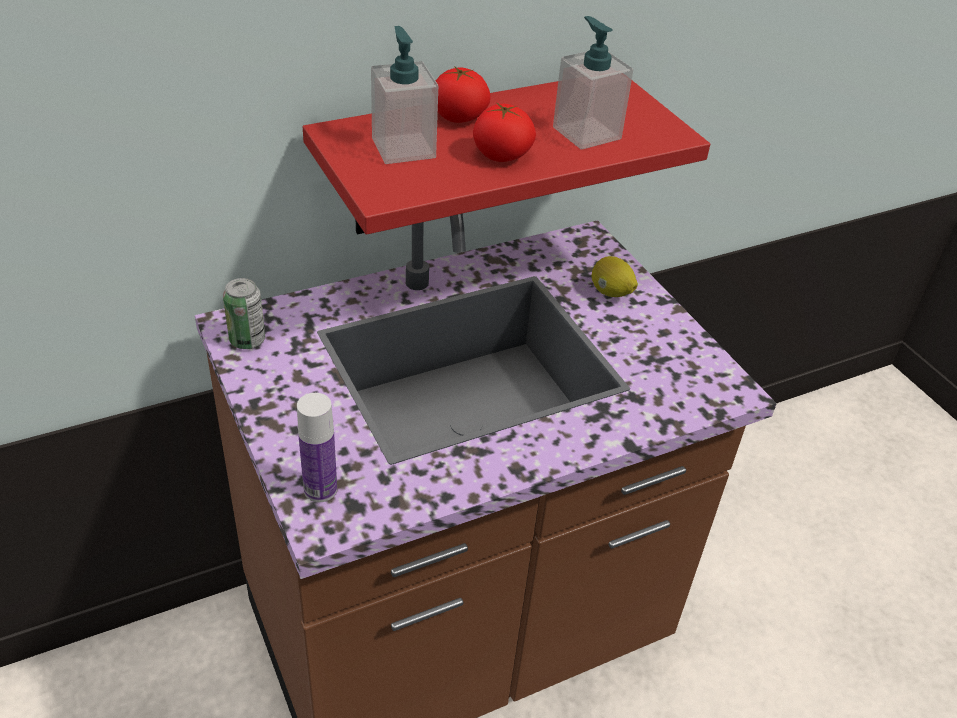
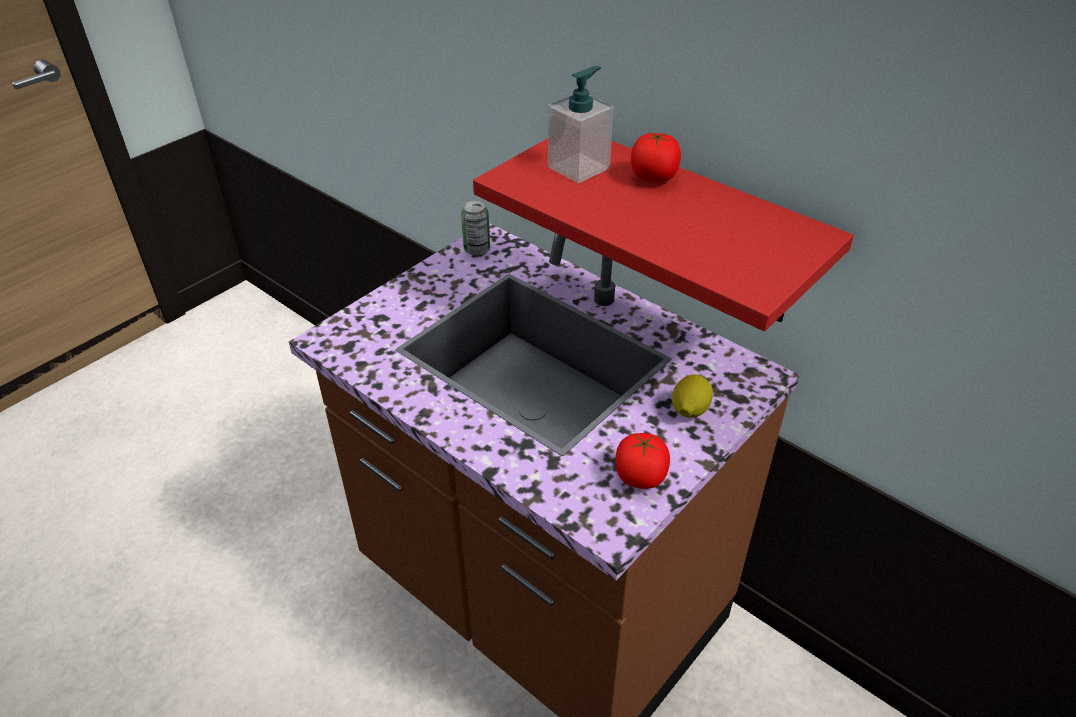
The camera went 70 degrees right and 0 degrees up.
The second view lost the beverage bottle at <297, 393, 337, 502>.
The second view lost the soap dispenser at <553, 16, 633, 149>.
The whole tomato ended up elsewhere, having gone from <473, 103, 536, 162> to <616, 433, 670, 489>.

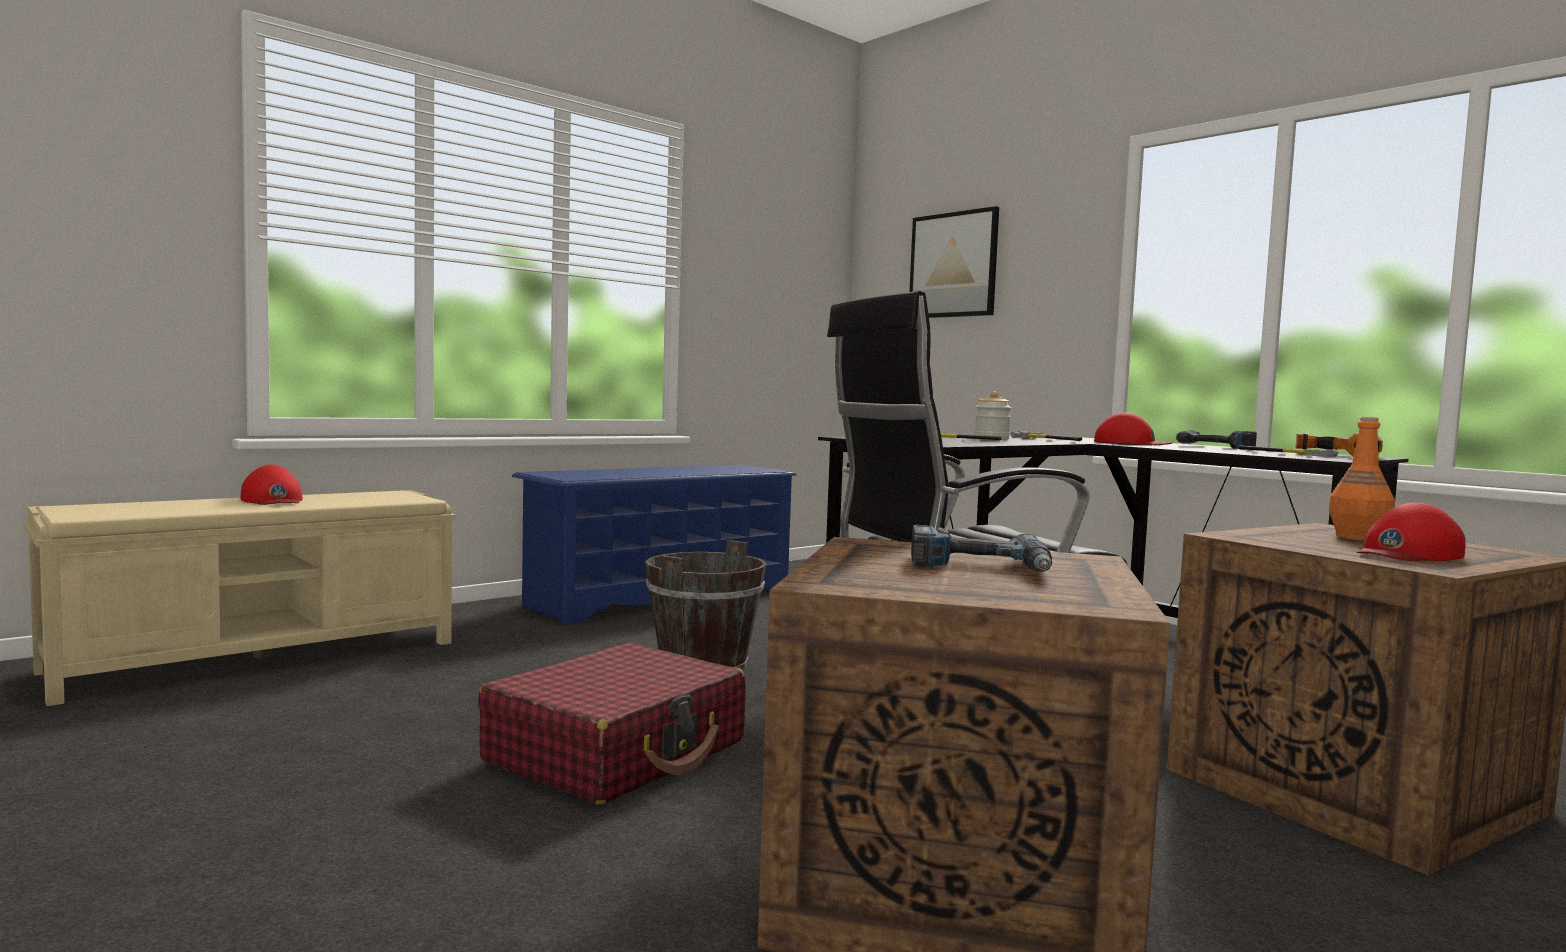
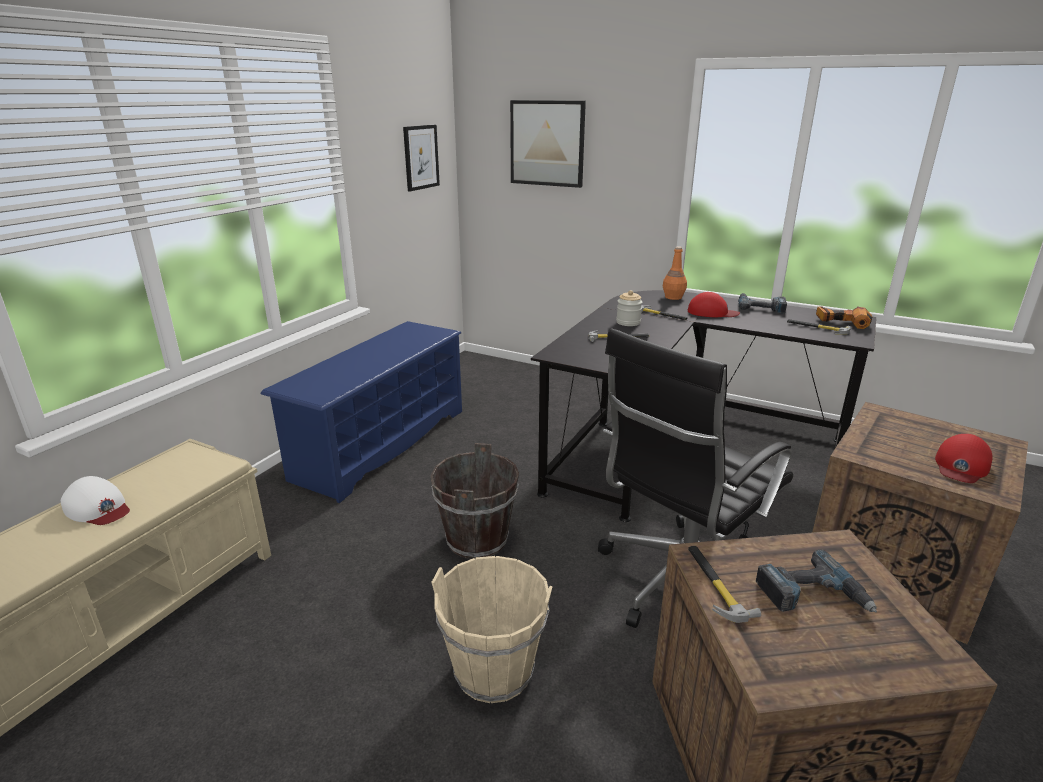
The camera went 20 degrees left and 20 degrees up.
The second view gained the wall picture at <403, 125, 440, 191>.
The second view gained the hand hammer at <688, 546, 761, 623>.
The orange beverage bottle ended up elsewhere, having gone from <1329, 417, 1395, 541> to <663, 246, 687, 300>.
Where the red travel case stood at <478, 643, 746, 805>, the beige-coloured pail came to stand at <431, 556, 553, 703>.
What was the red cap at <240, 465, 303, 505> turned into the whitish cap at <61, 476, 130, 525>.

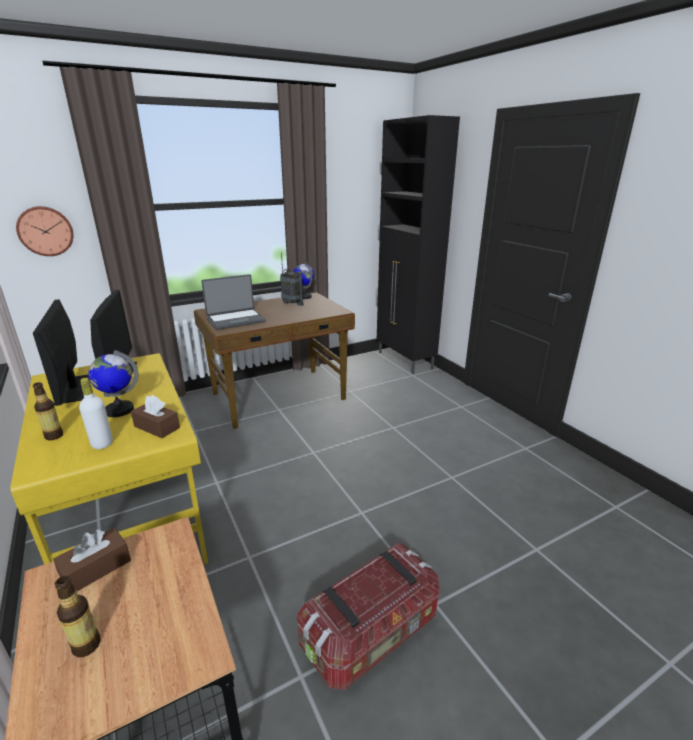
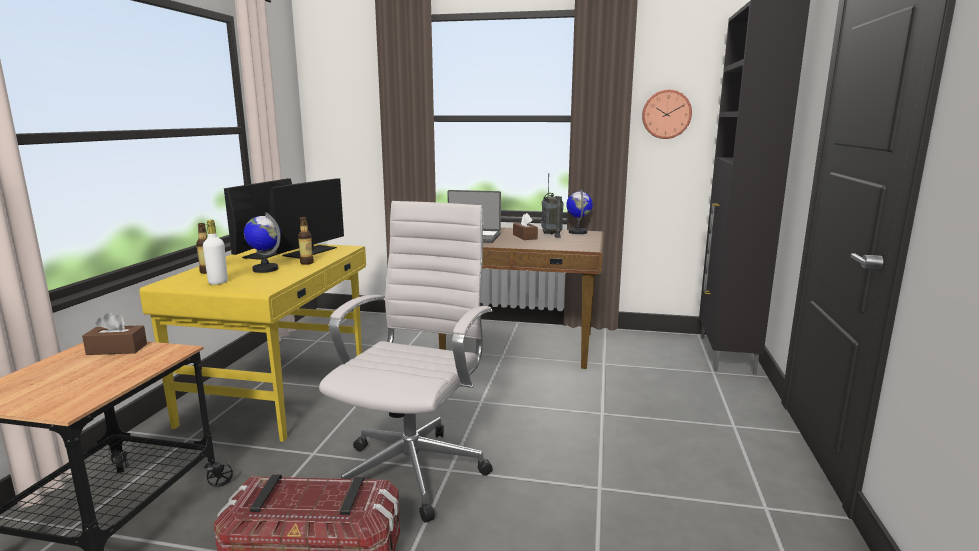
The camera went 40 degrees right and 10 degrees down.
The second view gained the whitish computer chair at <319, 201, 493, 523>.
The wall clock ended up elsewhere, having gone from <16, 206, 74, 256> to <642, 90, 692, 139>.
The beverage bottle ended up elsewhere, having gone from <55, 576, 101, 657> to <298, 217, 314, 265>.
The brown tissue holder ended up elsewhere, having gone from <131, 395, 180, 438> to <513, 213, 538, 240>.

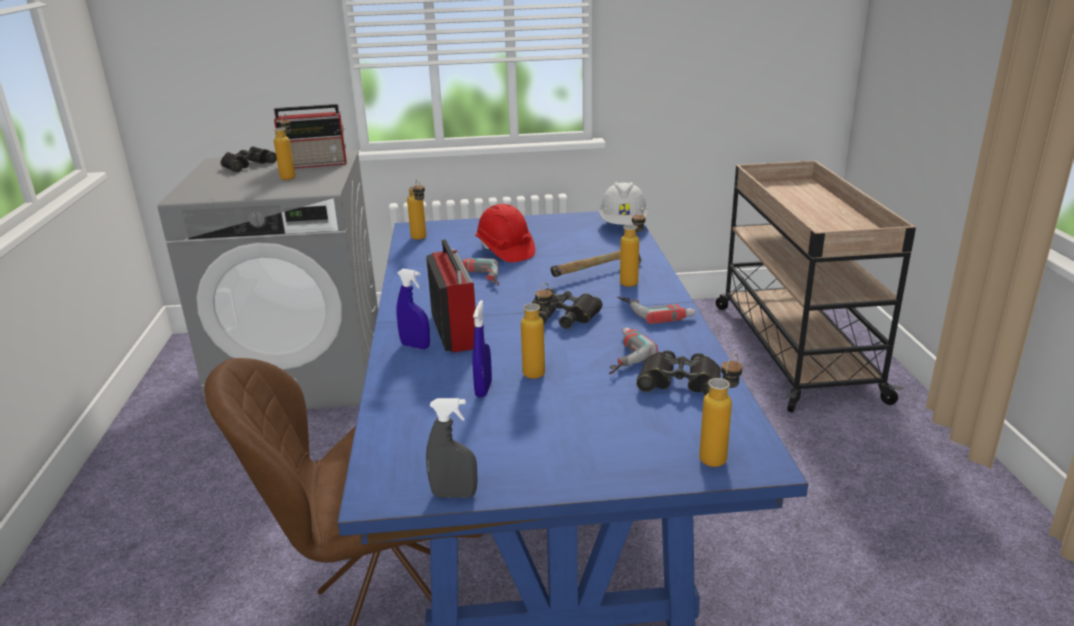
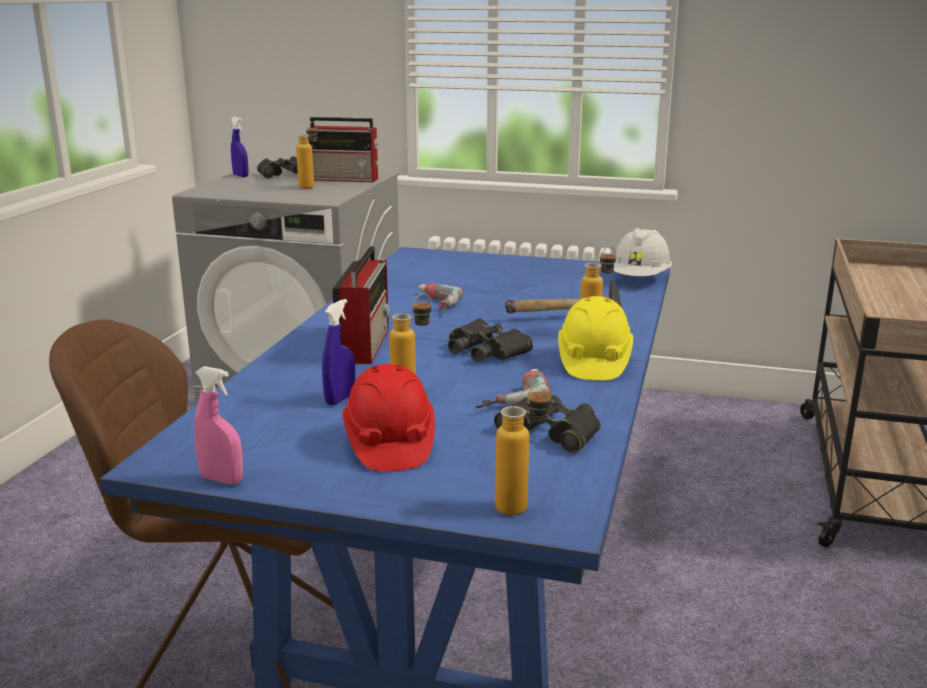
The camera went 20 degrees right and 5 degrees down.
The second view lost the beverage bottle at <407, 180, 426, 240>.
The blue-coloured sprayer ended up elsewhere, having gone from <396, 269, 430, 349> to <231, 117, 249, 177>.
The red hard hat ended up elsewhere, having gone from <475, 204, 535, 262> to <343, 364, 435, 471>.
Where the electric drill stood at <617, 296, 696, 324>, the yellow-coloured hard hat came to stand at <558, 296, 633, 380>.
What was the gray sprayer at <426, 398, 478, 498> turned into the pink-coloured sprayer at <194, 366, 243, 484>.

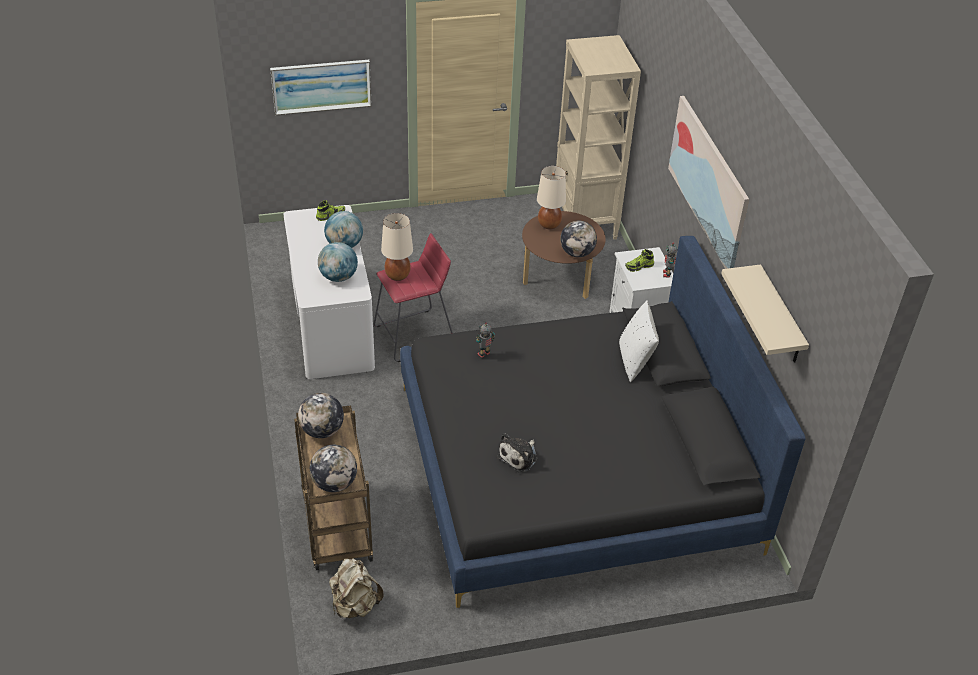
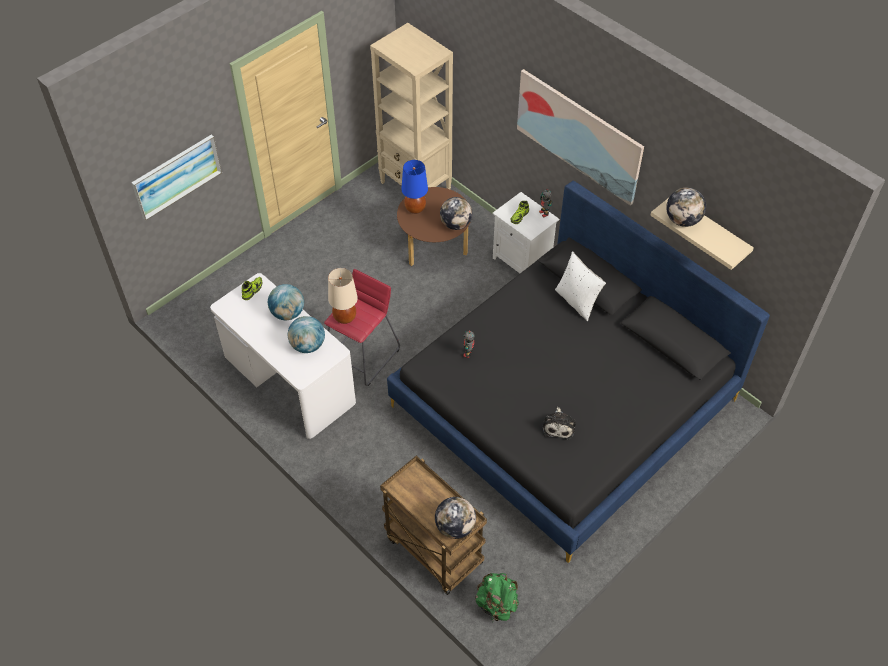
The camera went 30 degrees left and 10 degrees up.
The world globe ended up elsewhere, having gone from <298, 393, 344, 438> to <666, 187, 706, 227>.
What was the beige-coloured rucksack at <329, 558, 383, 618> turned into the green rucksack at <475, 573, 519, 621>.
What was the beige-coloured tabletop lamp at <537, 166, 566, 229> turned into the blue-coloured tabletop lamp at <401, 160, 428, 214>.

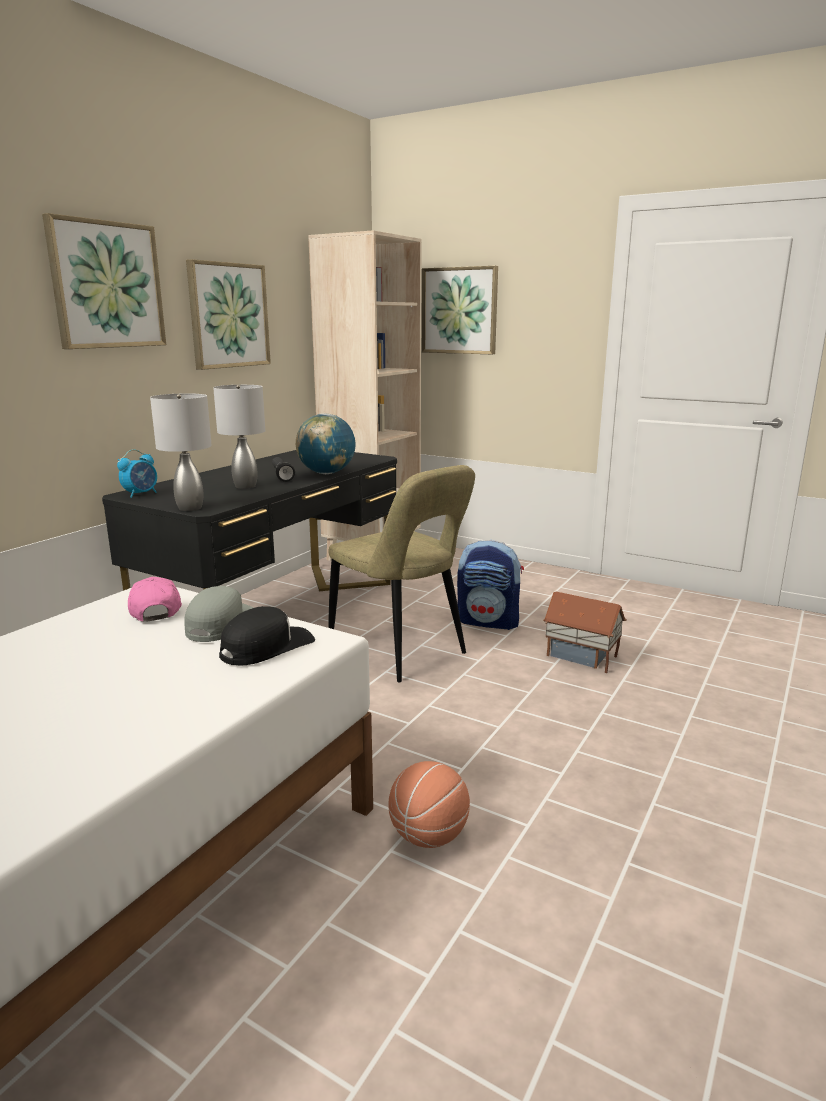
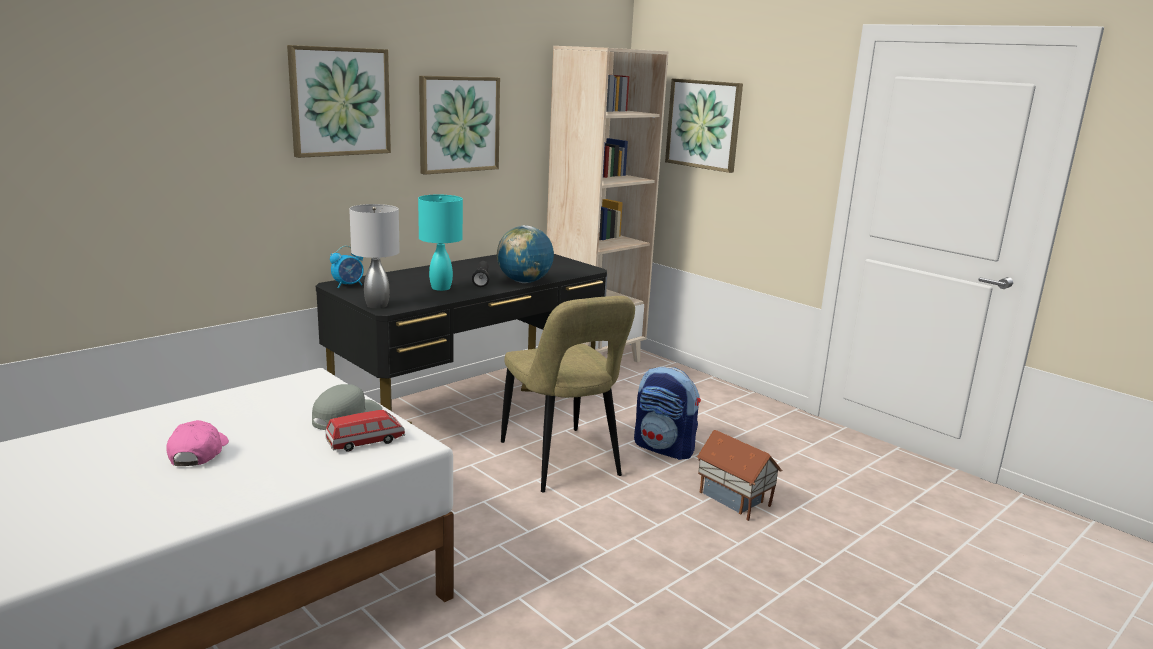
The camera went 15 degrees right and 0 degrees up.
The second view lost the basketball at <388, 761, 470, 848>.
The pink-coloured cap ended up elsewhere, having gone from <128, 577, 182, 622> to <166, 420, 229, 466>.
Where the black-coloured cap stood at <219, 606, 315, 665>, the model car came to stand at <326, 410, 405, 451>.
What was the gray tabletop lamp at <213, 385, 265, 489> turned into the turquoise-coloured tabletop lamp at <418, 195, 463, 291>.

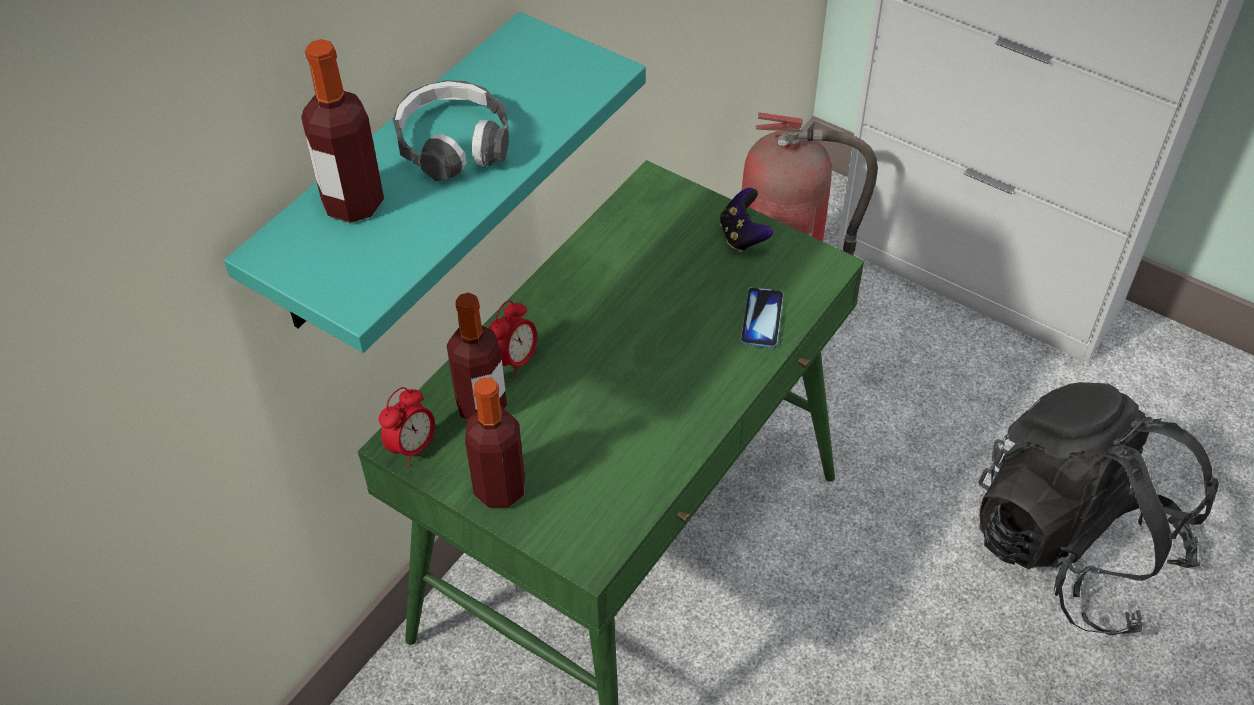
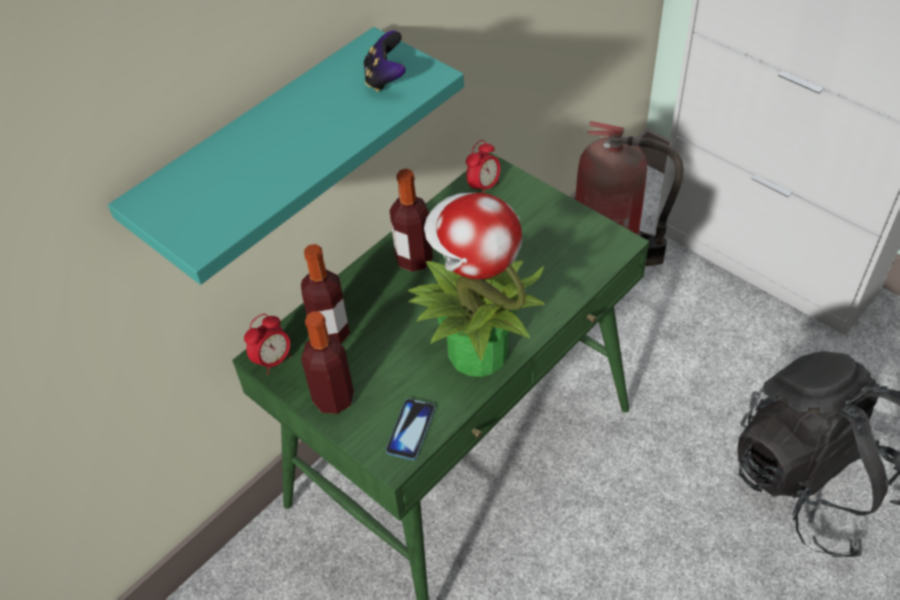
The camera went 10 degrees right and 0 degrees up.
The second view lost the pair of headphones at <393, 80, 509, 182>.
The second view gained the potted plant at <407, 193, 545, 377>.
The beverage bottle ended up elsewhere, having gone from <301, 39, 384, 223> to <390, 169, 433, 272>.
The table clock ended up elsewhere, having gone from <489, 300, 537, 377> to <466, 140, 500, 193>.
The game controller ended up elsewhere, having gone from <720, 188, 774, 252> to <364, 30, 406, 92>.
The phone ended up elsewhere, having gone from <740, 287, 784, 349> to <386, 398, 435, 460>.

